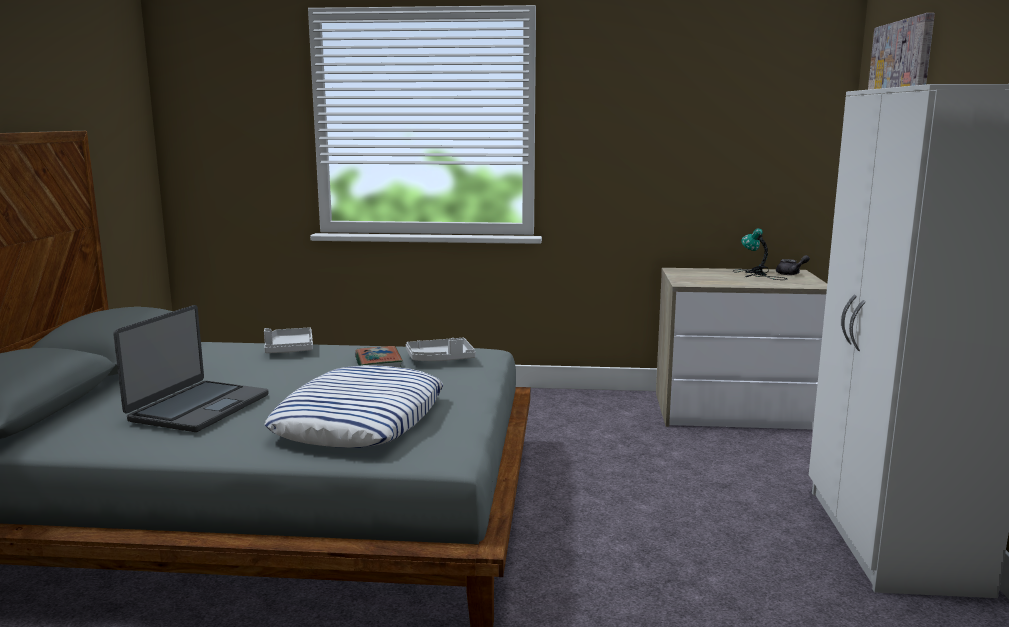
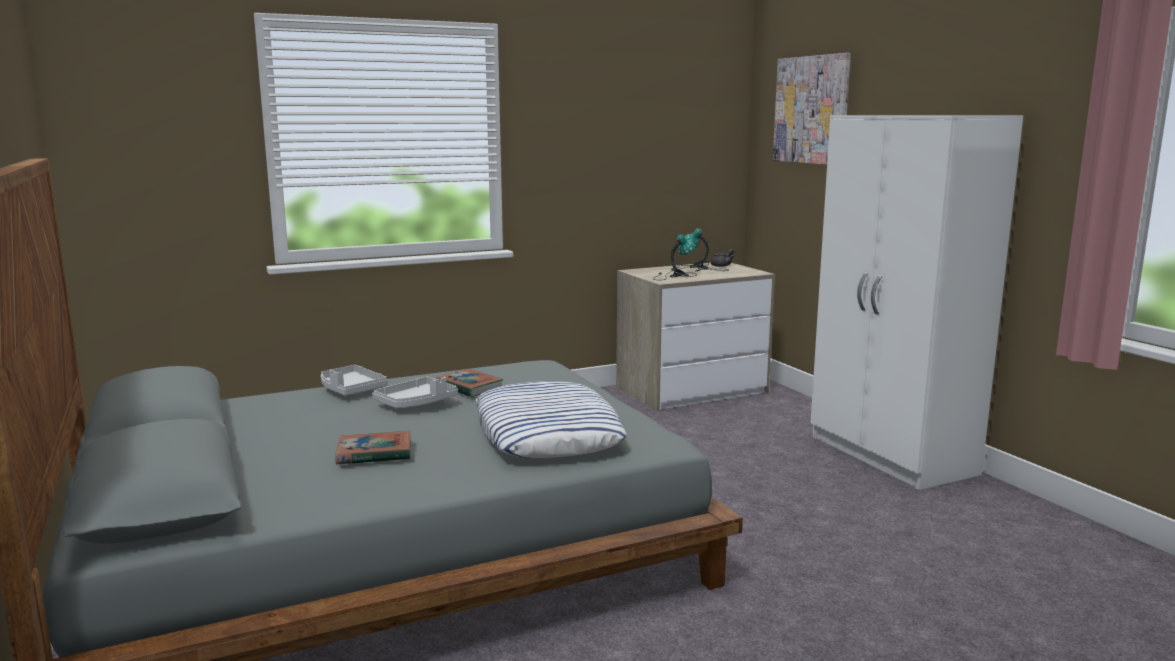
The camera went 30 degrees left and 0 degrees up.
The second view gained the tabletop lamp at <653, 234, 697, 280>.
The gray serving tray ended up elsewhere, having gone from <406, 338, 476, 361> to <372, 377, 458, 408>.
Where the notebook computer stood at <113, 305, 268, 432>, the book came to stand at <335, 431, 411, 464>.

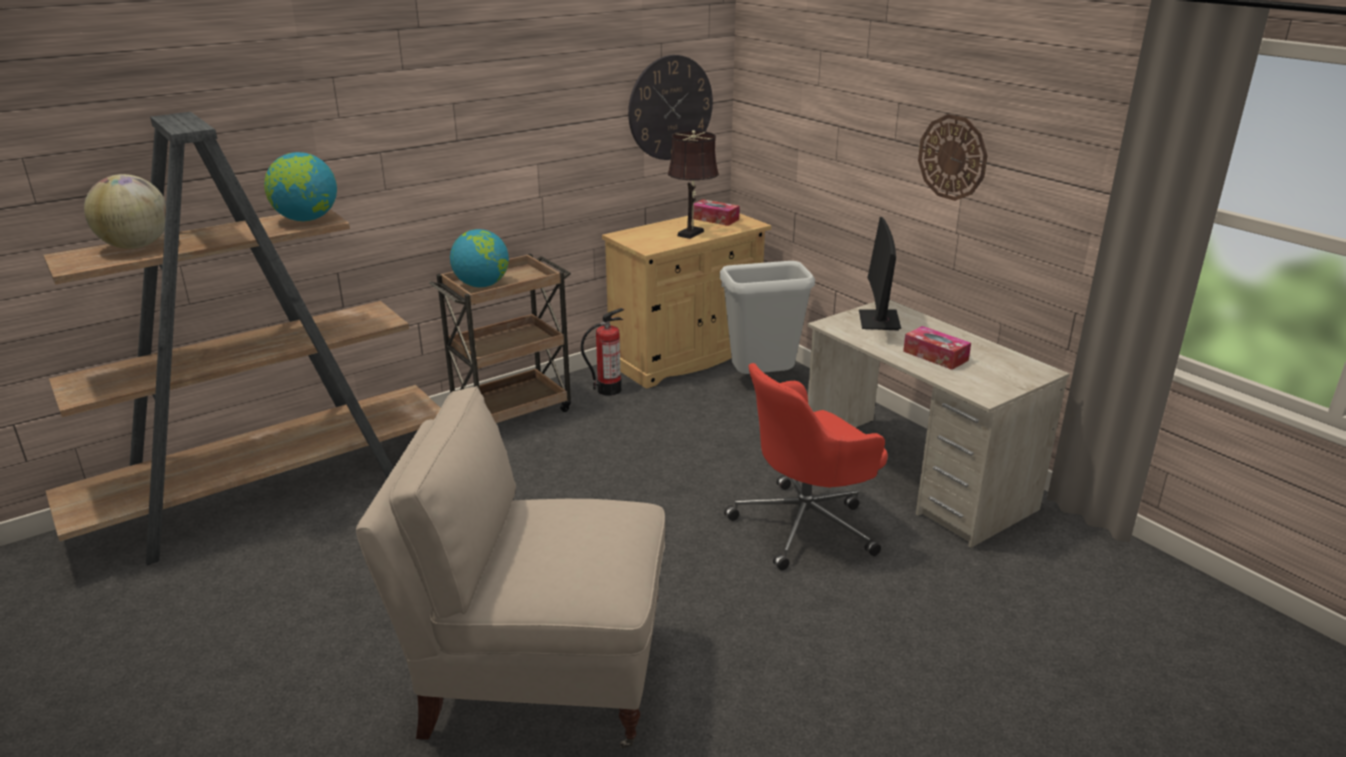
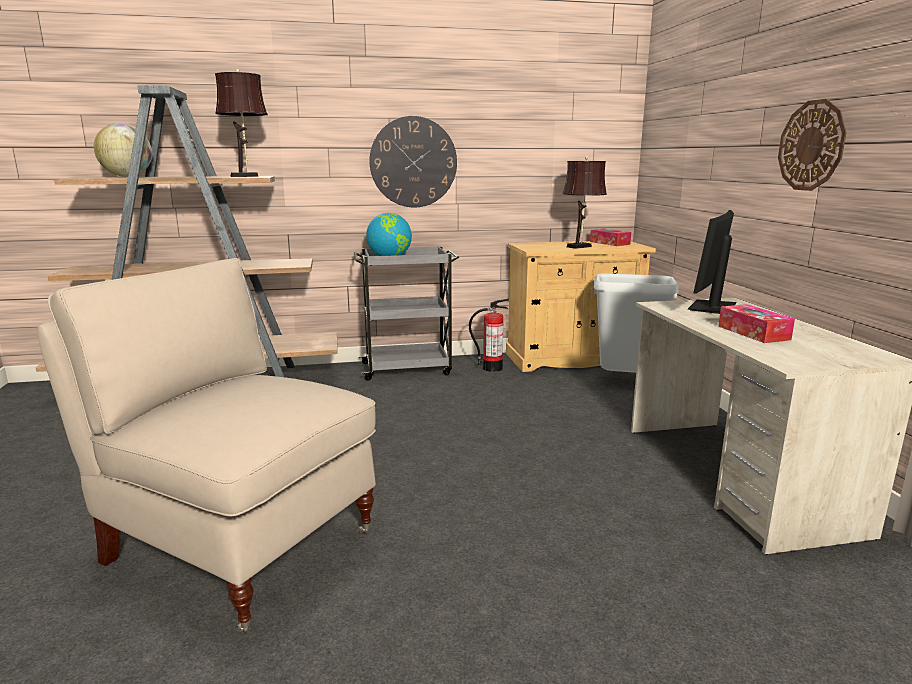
The camera went 25 degrees right and 10 degrees down.
The second view lost the red computer chair at <724, 363, 888, 570>.
The wall clock ended up elsewhere, having gone from <628, 55, 713, 160> to <369, 116, 457, 208>.
Where the world globe stood at <264, 152, 337, 221>, the brown tabletop lamp came to stand at <215, 69, 268, 177>.
What was the brown cart at <429, 254, 571, 423> turned into the gray cart at <354, 246, 459, 381>.

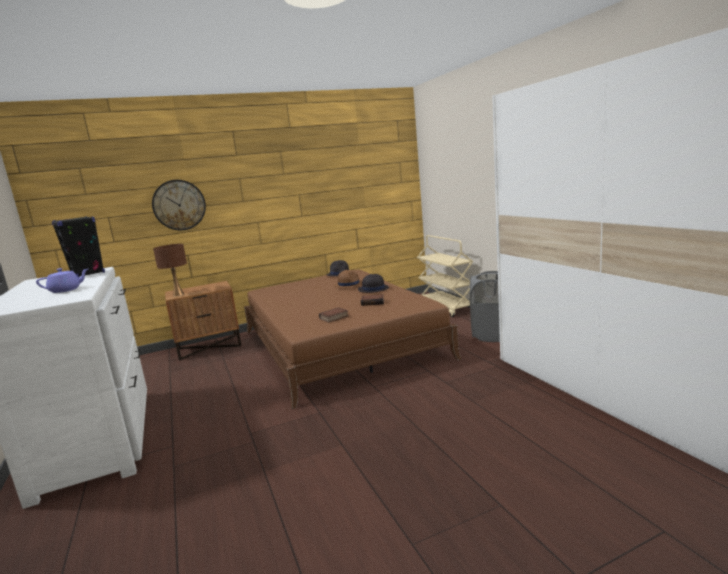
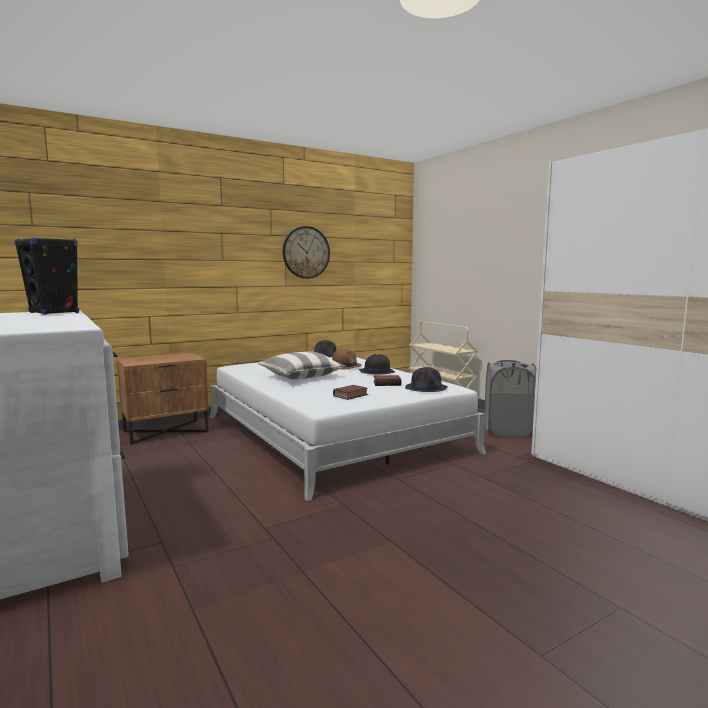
The camera went 10 degrees left and 5 degrees down.
The second view lost the purple pot for tea at <36, 268, 88, 293>.
The second view lost the brown tabletop lamp at <153, 244, 187, 296>.
The second view gained the cushion at <258, 351, 346, 380>.
The second view gained the black-coloured wearable hat at <405, 367, 448, 392>.
The wall clock ended up elsewhere, having gone from <152, 180, 206, 230> to <283, 226, 330, 279>.
What was the brown sleeping bed at <244, 269, 462, 409> turned into the whitish sleeping bed at <209, 357, 486, 501>.

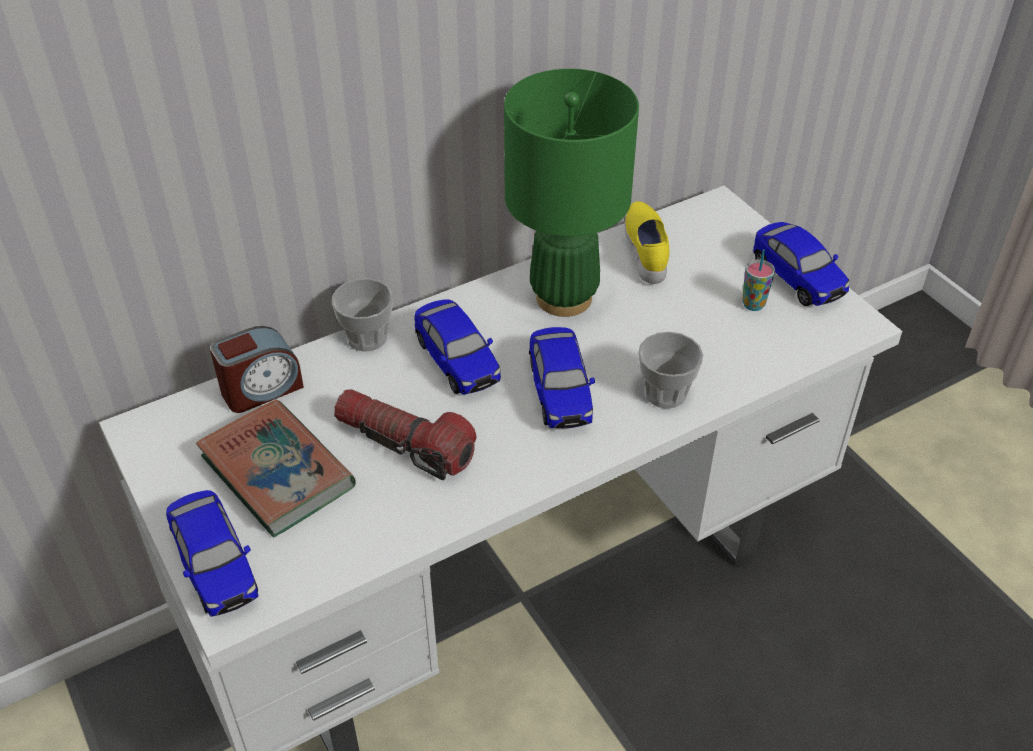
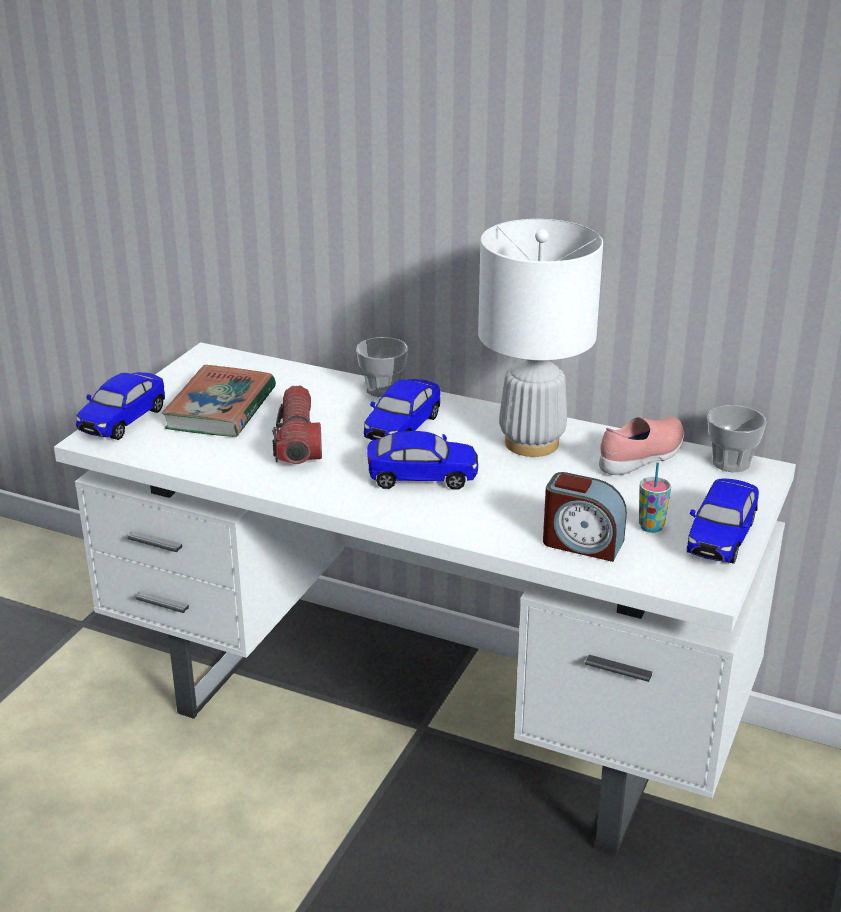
The camera went 55 degrees right and 15 degrees down.
The table clock ended up elsewhere, having gone from <210, 326, 304, 413> to <543, 472, 627, 562>.
The small cup ended up elsewhere, having gone from <638, 332, 703, 409> to <708, 405, 767, 472>.
What was the green tabletop lamp at <504, 69, 639, 317> turned into the whitish tabletop lamp at <478, 219, 603, 457>.
What was the yellow-coloured item of footwear at <624, 201, 669, 284> turned into the pink-coloured item of footwear at <599, 417, 684, 475>.
The model car at <529, 327, 595, 428> ended up facing another way, 135 degrees counterclockwise from before.

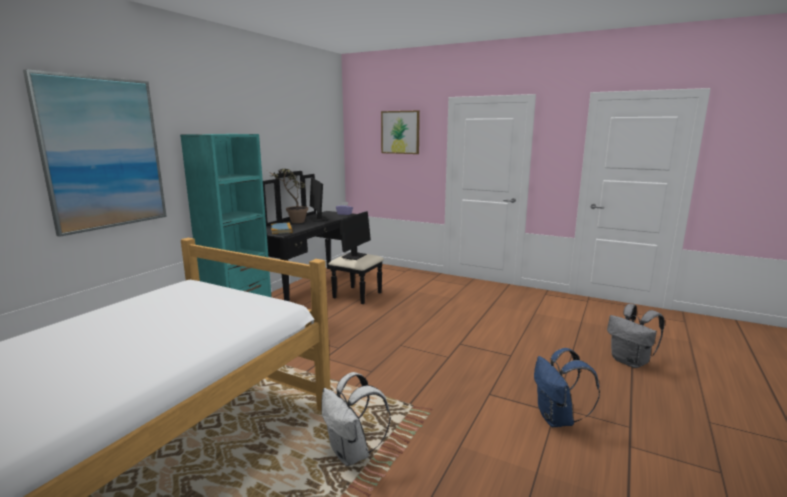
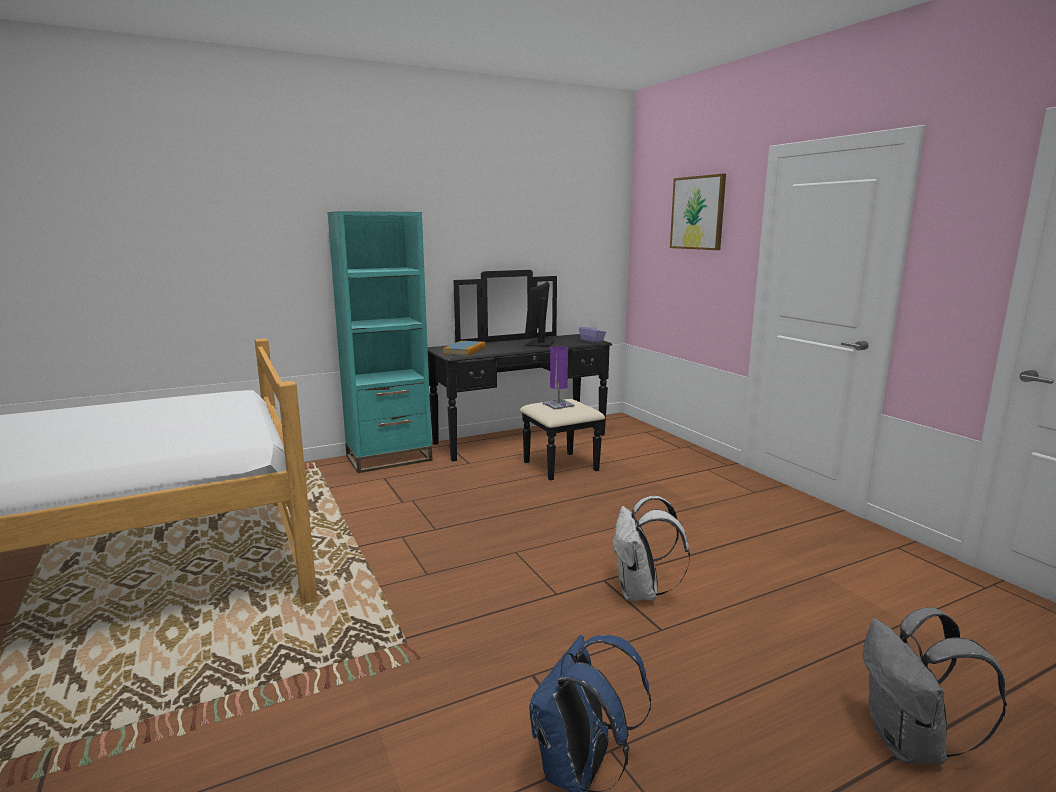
The camera went 35 degrees right and 0 degrees up.
The second view lost the wall picture at <23, 69, 167, 237>.
The second view lost the potted plant at <268, 169, 308, 223>.
The whitish rucksack ended up elsewhere, having gone from <321, 372, 391, 466> to <613, 496, 690, 601>.
Where the computer display stood at <339, 211, 371, 260>, the purple tabletop lamp came to stand at <543, 346, 575, 409>.

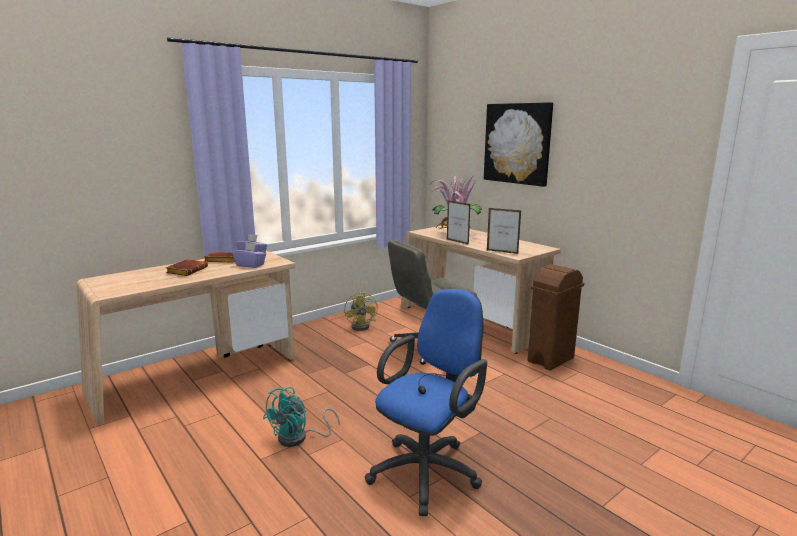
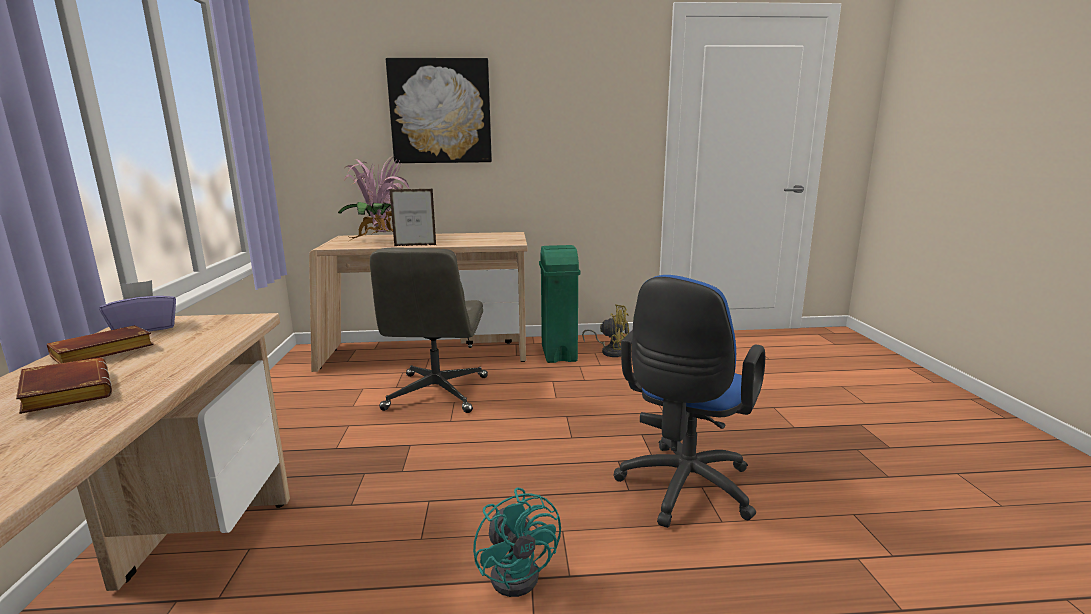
The camera went 55 degrees left and 0 degrees up.
The second view lost the purple tissue holder at <232, 243, 266, 268>.
The second view lost the photo frame at <487, 208, 521, 254>.
The yellow-coloured cooling fan ended up elsewhere, having gone from <344, 291, 378, 331> to <582, 304, 629, 357>.
What was the brown waste bin at <528, 264, 584, 370> turned into the green waste bin at <539, 245, 580, 363>.
The blue-coloured computer chair at <365, 289, 487, 516> ended up facing another way, 135 degrees counterclockwise from before.

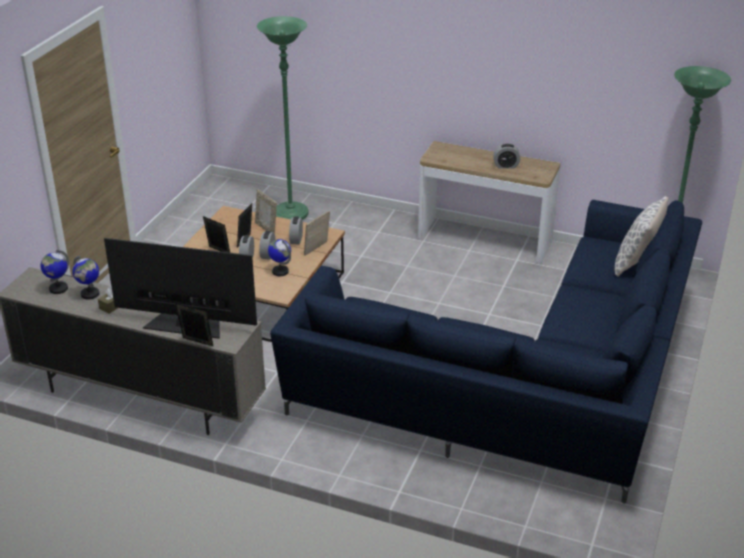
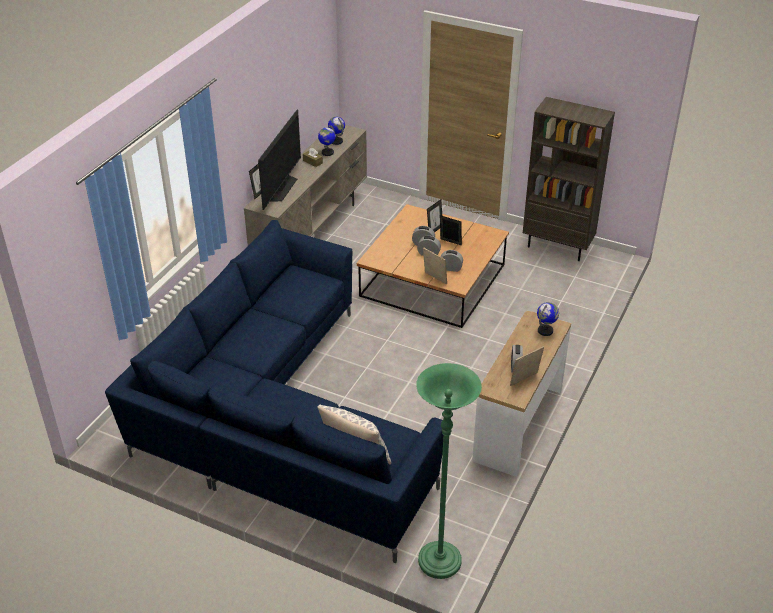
The camera went 95 degrees right and 5 degrees up.
The second view lost the green floor lamp at <257, 16, 308, 220>.
The second view gained the brown bookcase at <523, 97, 615, 261>.
The photo frame ended up elsewhere, having gone from <255, 189, 277, 234> to <510, 346, 544, 386>.
The world globe ended up elsewhere, having gone from <268, 239, 291, 276> to <537, 302, 559, 336>.

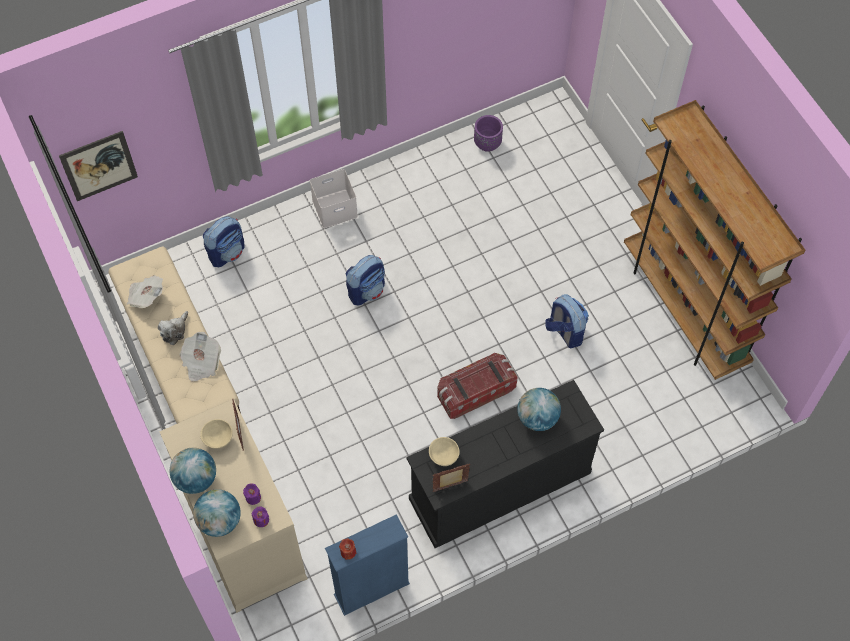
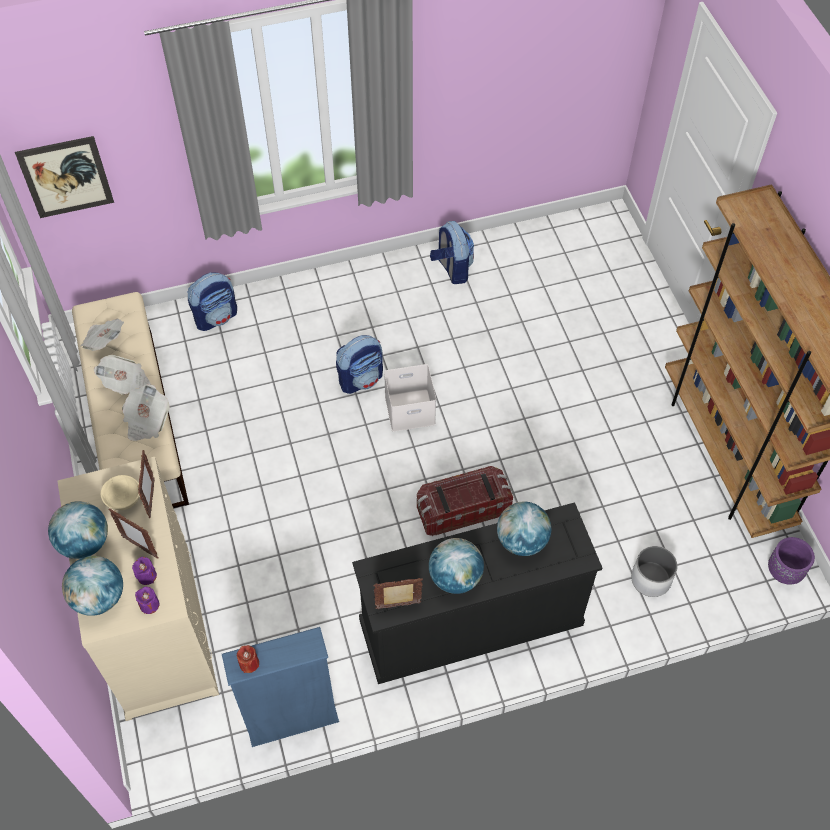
The camera went 10 degrees right and 5 degrees down.
The second view lost the beige-coloured deep dish at <429, 437, 460, 466>.
The second view gained the photo frame at <108, 509, 159, 559>.
The second view gained the world globe at <429, 538, 484, 594>.
The second view gained the whitish planter at <631, 546, 678, 597>.
The whitish storage container ended up elsewhere, having gone from <310, 169, 358, 228> to <384, 364, 436, 432>.
The purple planter ended up elsewhere, having gone from <474, 115, 503, 152> to <768, 537, 815, 584>.
The rucksack ended up elsewhere, having gone from <545, 294, 589, 348> to <430, 221, 474, 284>.
Where the soft toy stood at <158, 311, 188, 345>, the daily paper came to stand at <94, 355, 151, 395>.

